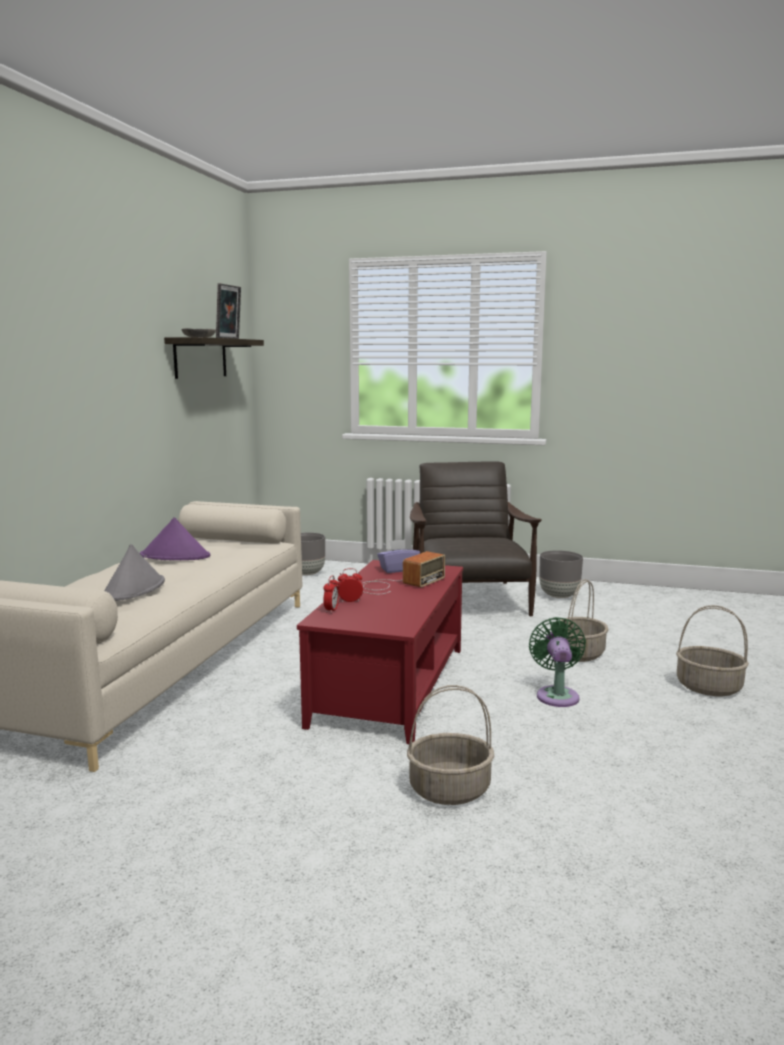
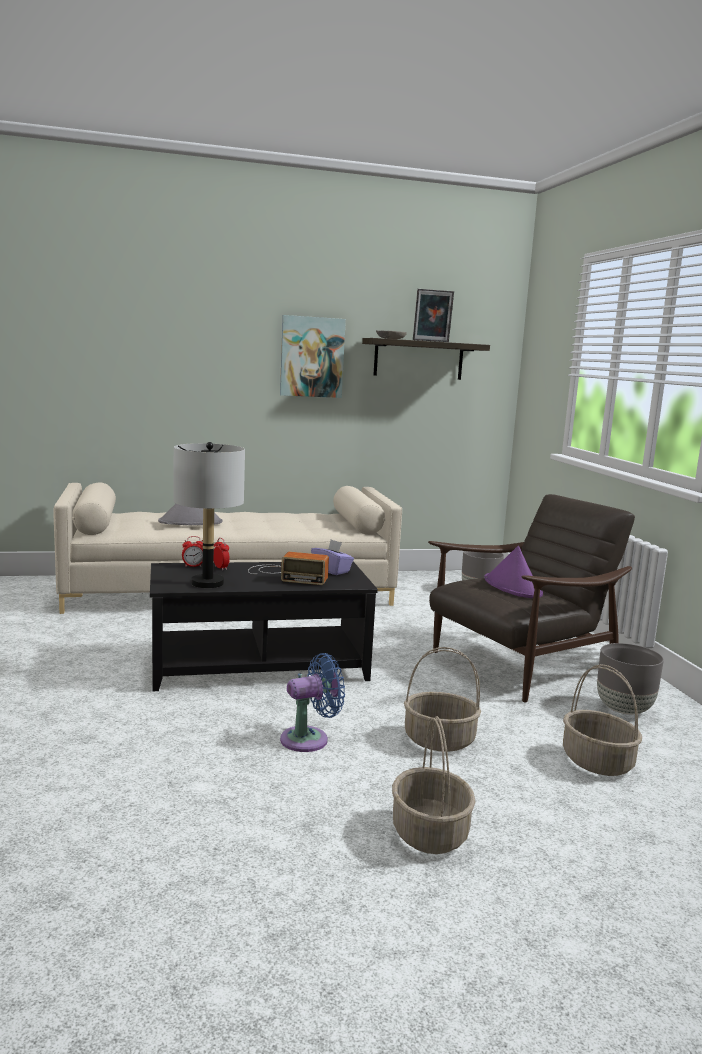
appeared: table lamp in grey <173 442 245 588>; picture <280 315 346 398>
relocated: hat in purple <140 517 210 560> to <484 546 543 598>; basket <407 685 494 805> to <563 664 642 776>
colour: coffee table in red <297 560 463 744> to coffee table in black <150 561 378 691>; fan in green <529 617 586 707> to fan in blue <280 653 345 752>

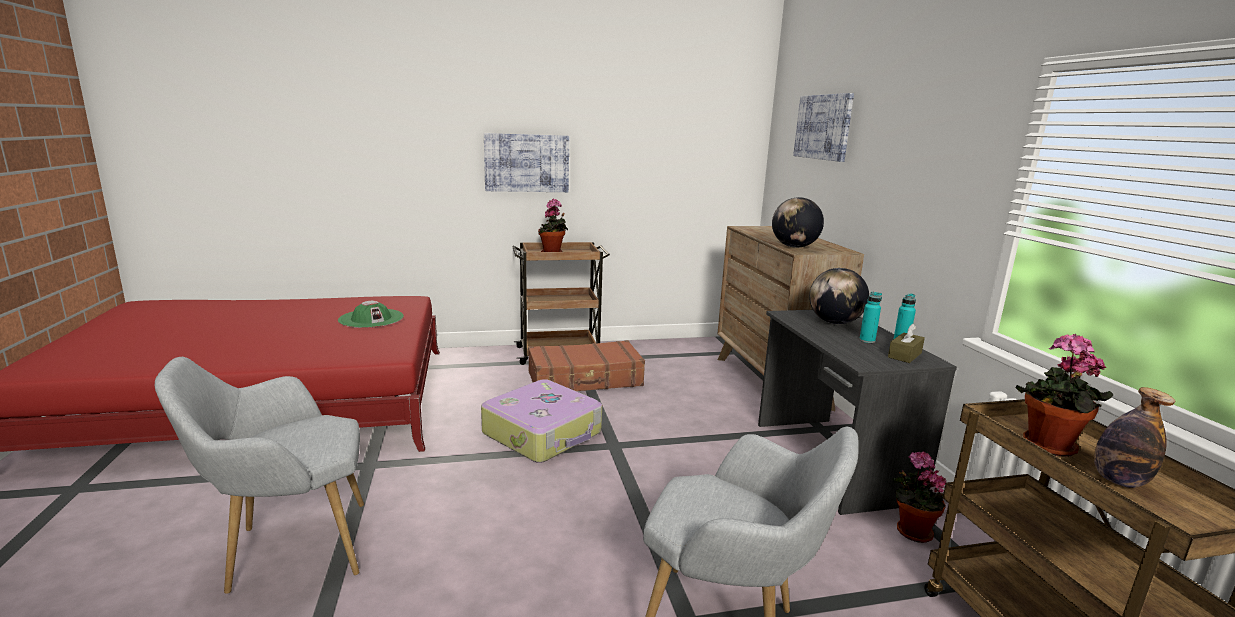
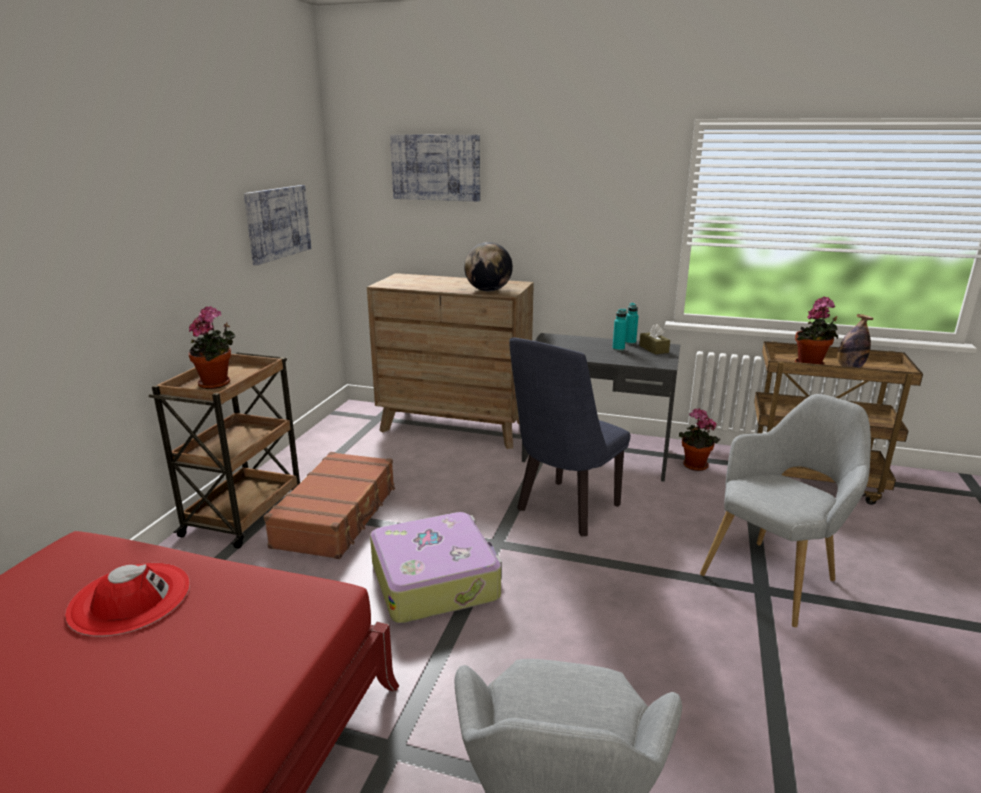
missing: globe <809 268 869 324>
appeared: chair in blue <509 337 630 536>
relocated: picture <484 133 569 192> to <244 185 311 265>
colour: hat in green <338 301 404 328> to hat in red <65 563 190 637>

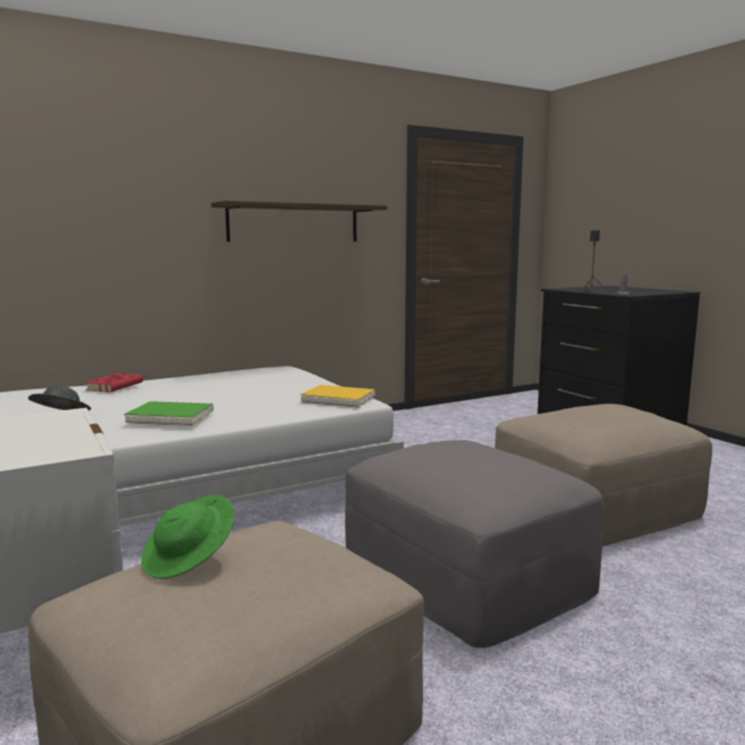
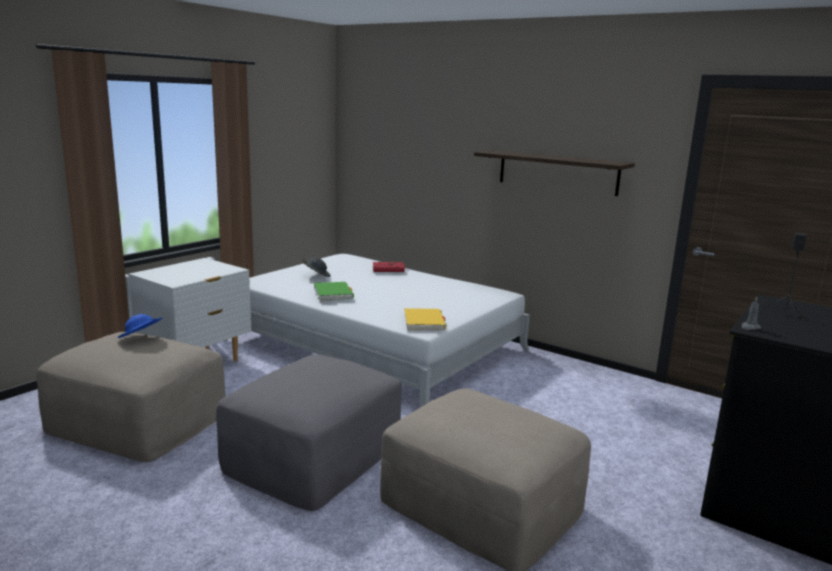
colour: hat in green <141 495 235 579> to hat in blue <118 314 163 338>

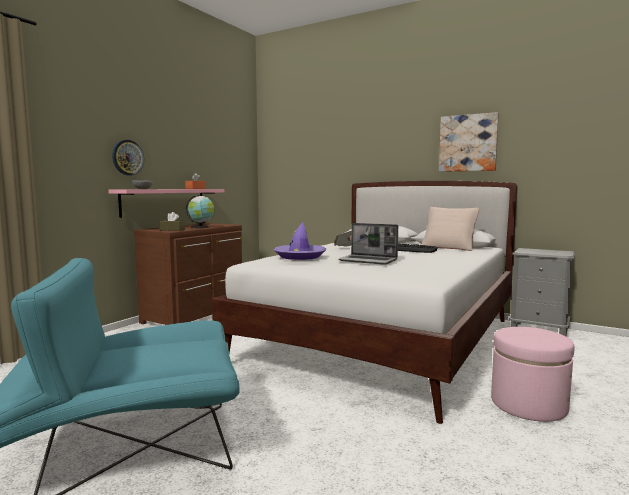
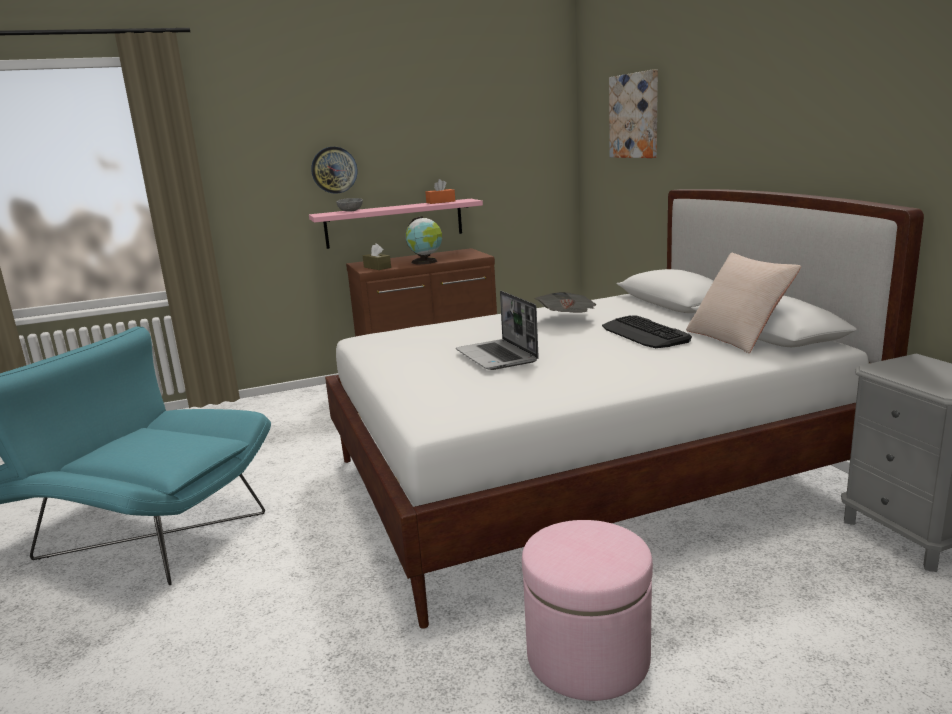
missing: hat in purple <274 222 326 260>
relocated: picture <439 112 499 172> to <609 69 658 158>

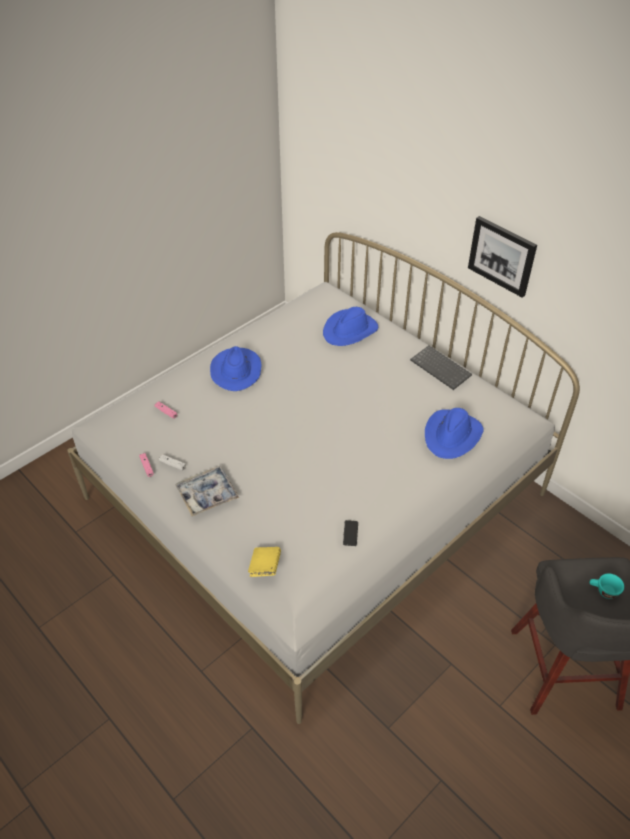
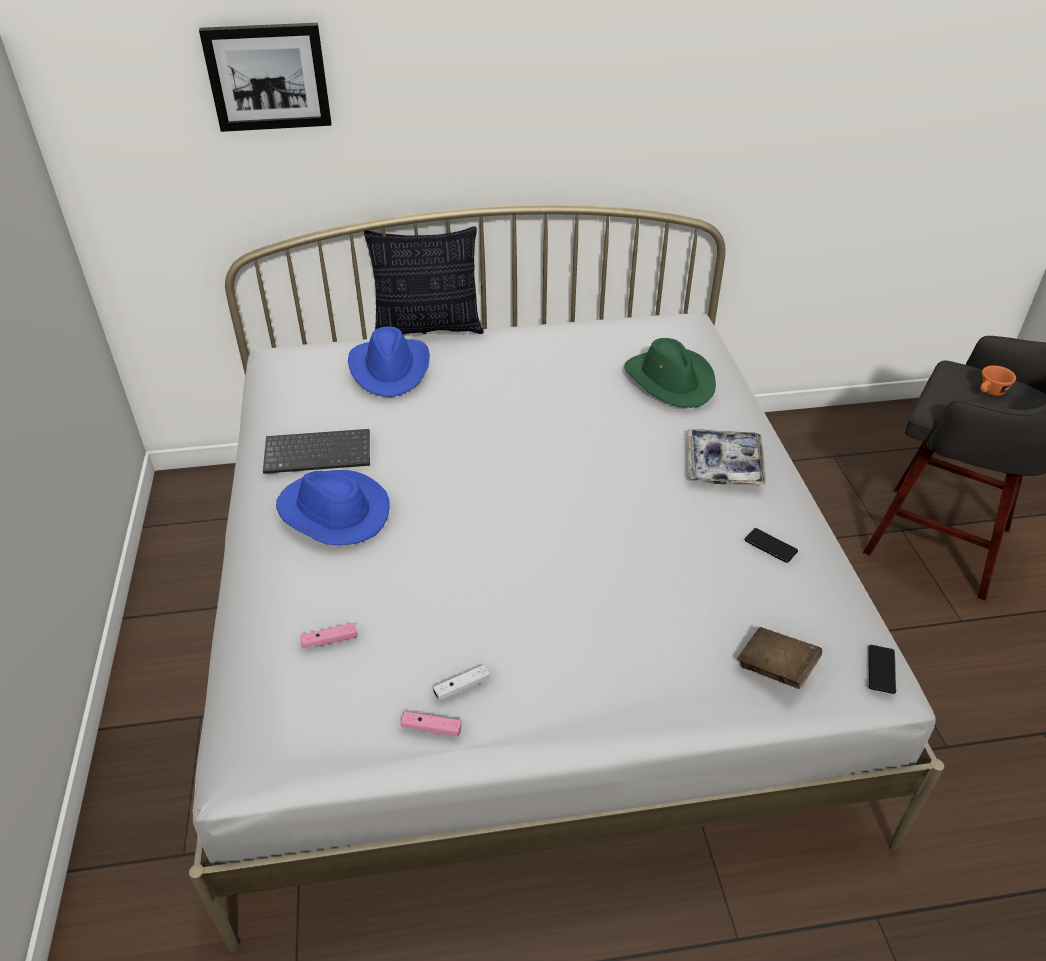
appeared: pillow <364 226 484 335>; phone <869 645 896 694>
relocated: tray <175 466 239 516> to <688 429 766 484>; keyboard <410 345 472 390> to <263 429 370 474>; picture <468 216 537 297> to <199 23 331 132>
colour: book in yellow <248 547 281 577> to book in brown <737 627 822 689>; hat in blue <425 408 484 459> to hat in green <624 338 716 408>; cup in turquoise <590 573 624 599> to cup in orange <980 365 1016 396>

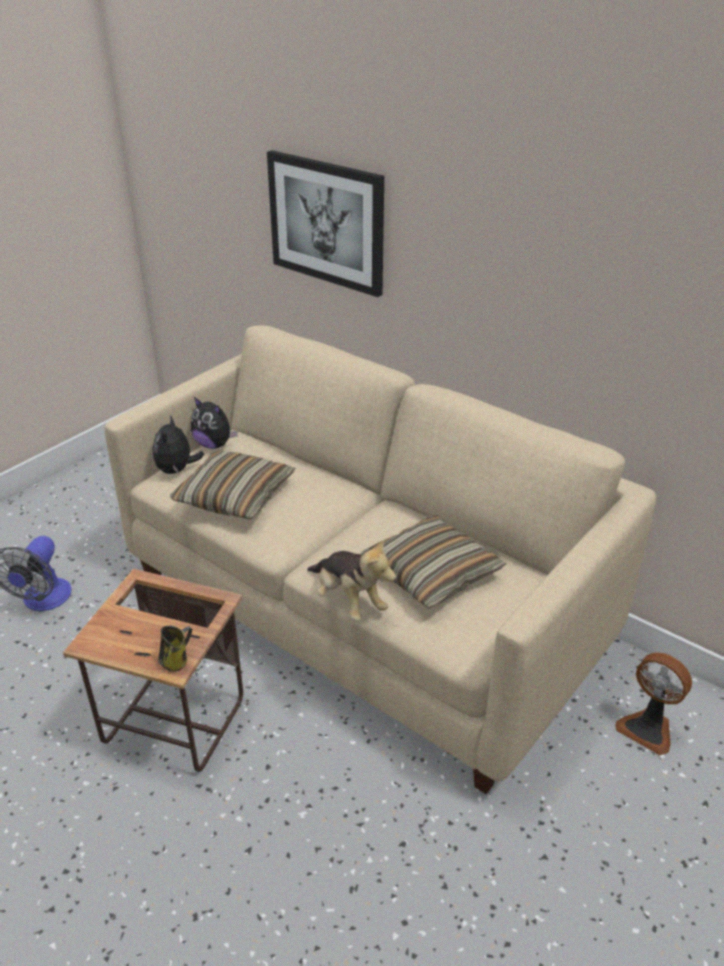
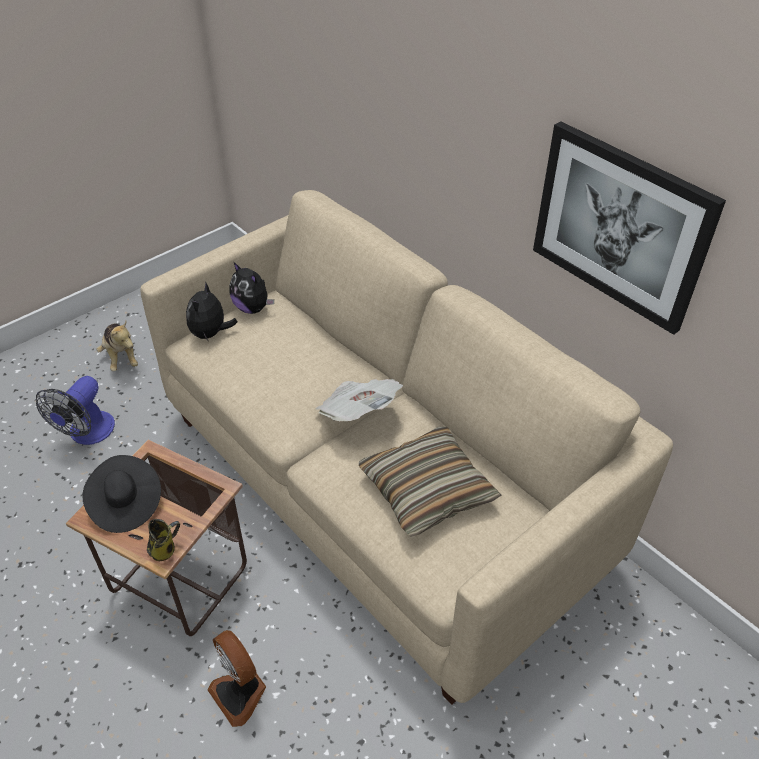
missing: pillow <169 450 295 519>
appeared: hat in black <82 455 161 533>; newspaper <316 379 403 421>
relocated: picture <267 150 384 297> to <533 121 726 335>; plush toy <307 540 396 621> to <97 321 138 371>; fan <615 653 692 755> to <208 630 266 727>

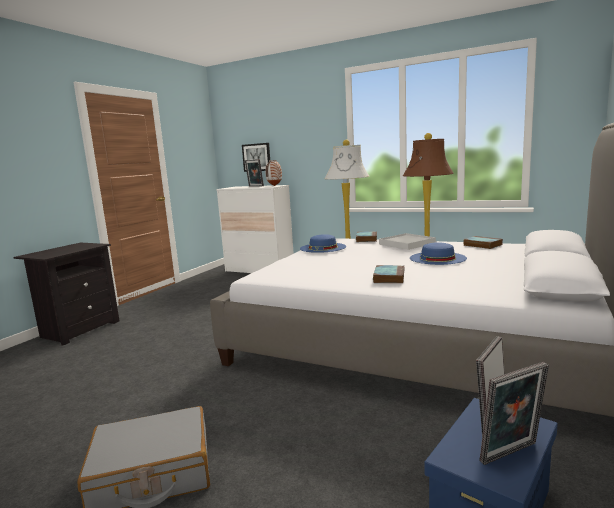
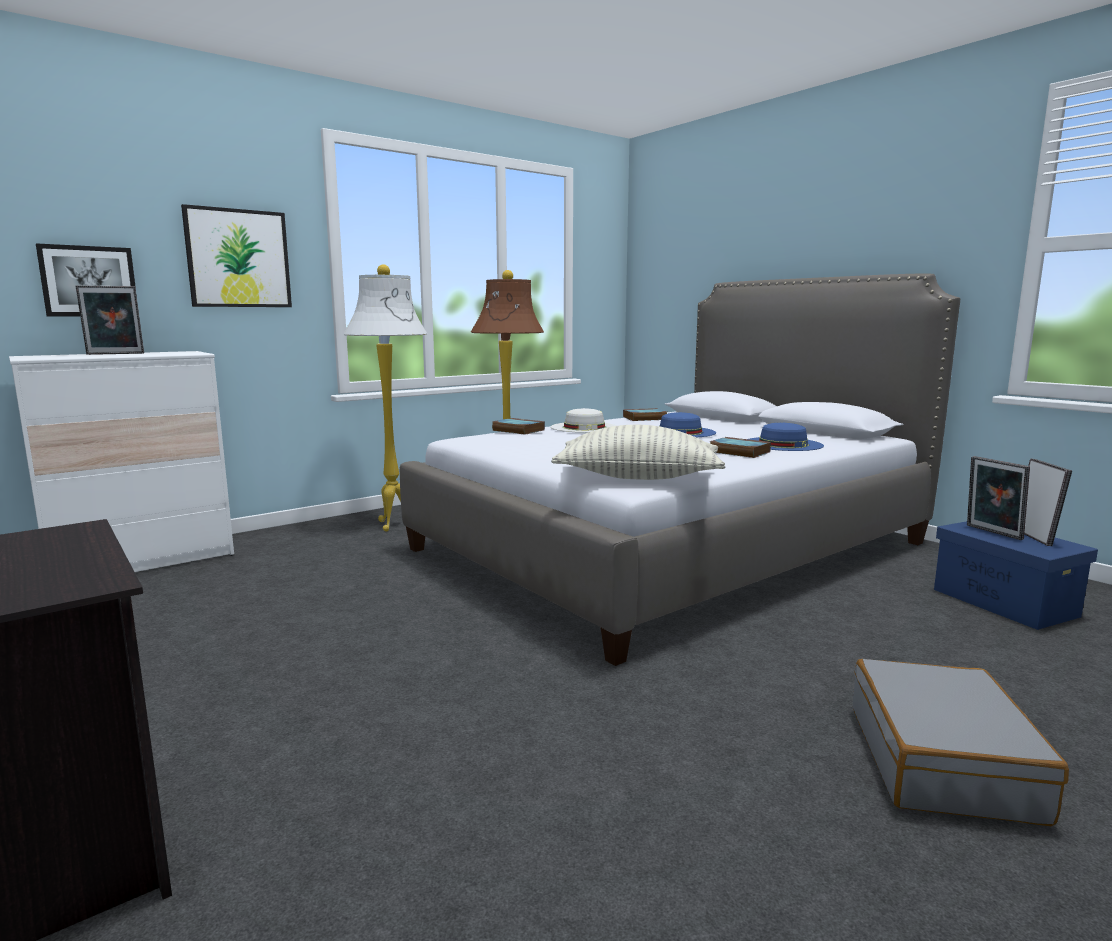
missing: vase <265 160 282 186>
appeared: picture <181 204 292 307>; pillow <551 425 725 480>
relocated: hat in blue <300 234 346 253> to <749 423 824 451>
exchanged: tray in white <379 233 436 250> to hat in white <551 408 617 433>

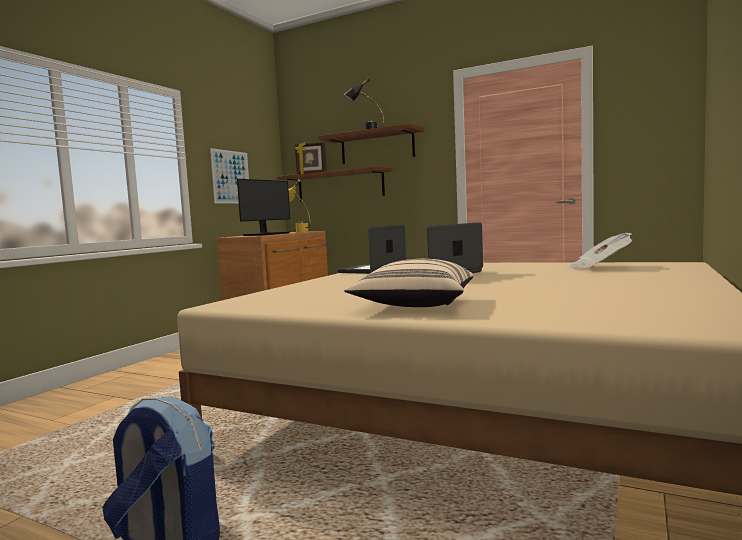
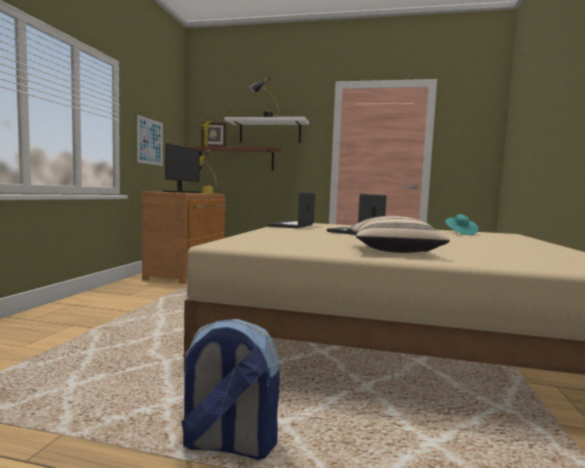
exchanged: newspaper <567 233 632 269> to hat in turquoise <445 214 478 235>
colour: shelf in brown <318 123 424 164> to shelf in white <225 117 309 143>

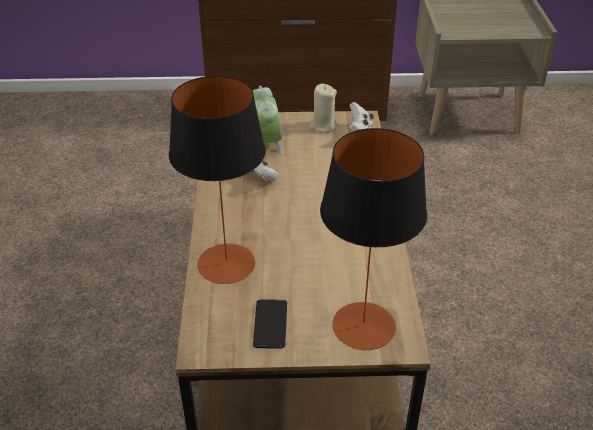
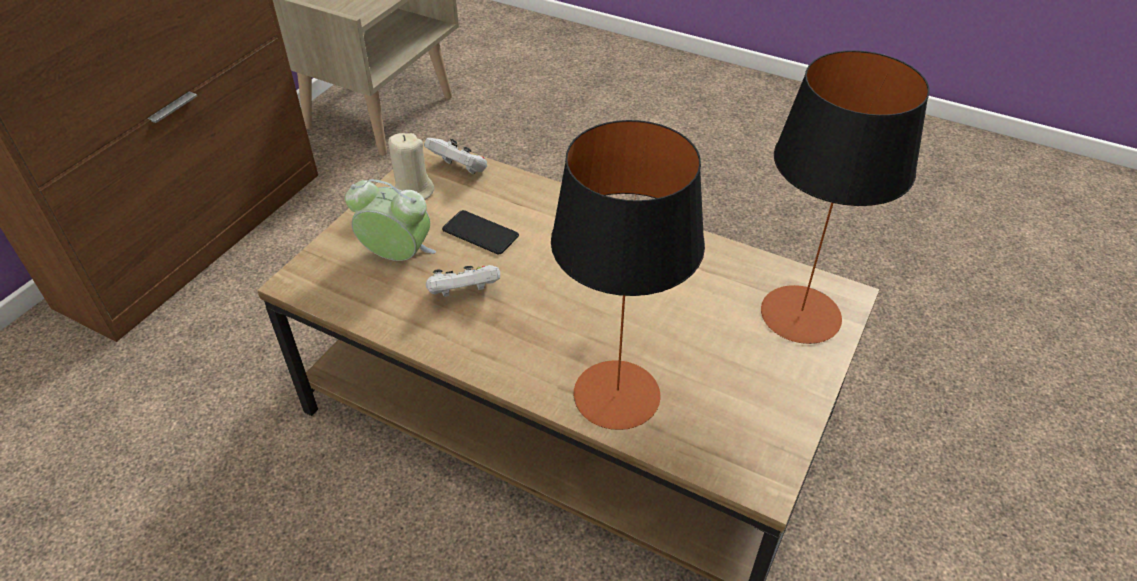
relocated: phone <253 299 287 349> to <442 210 519 254>

